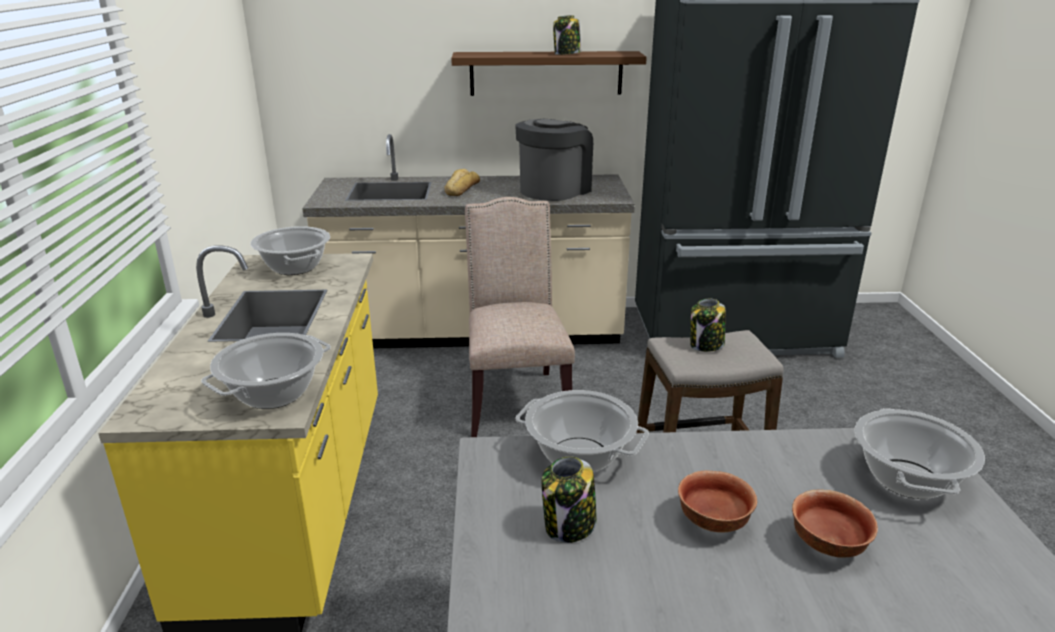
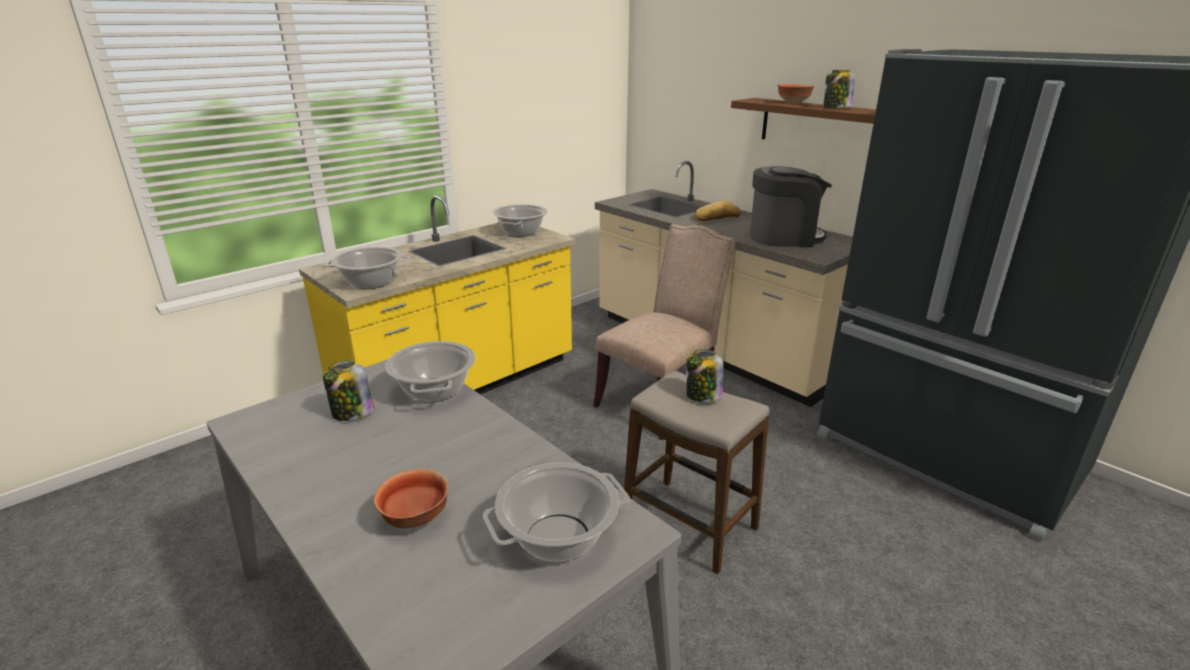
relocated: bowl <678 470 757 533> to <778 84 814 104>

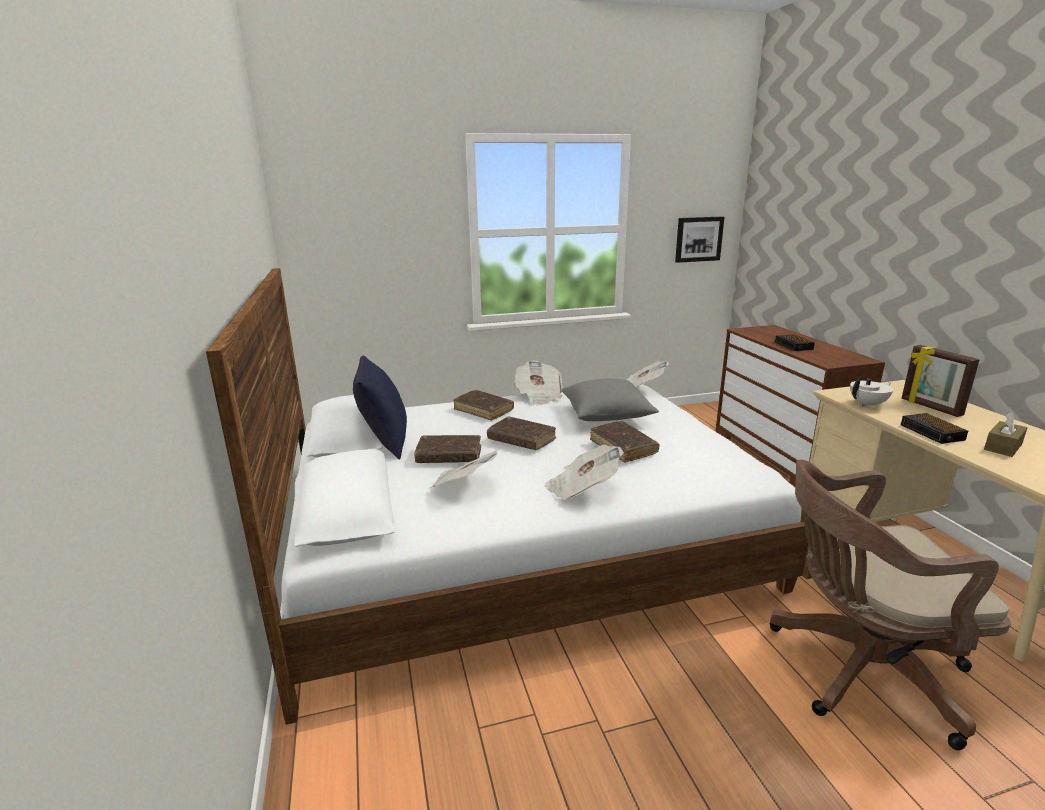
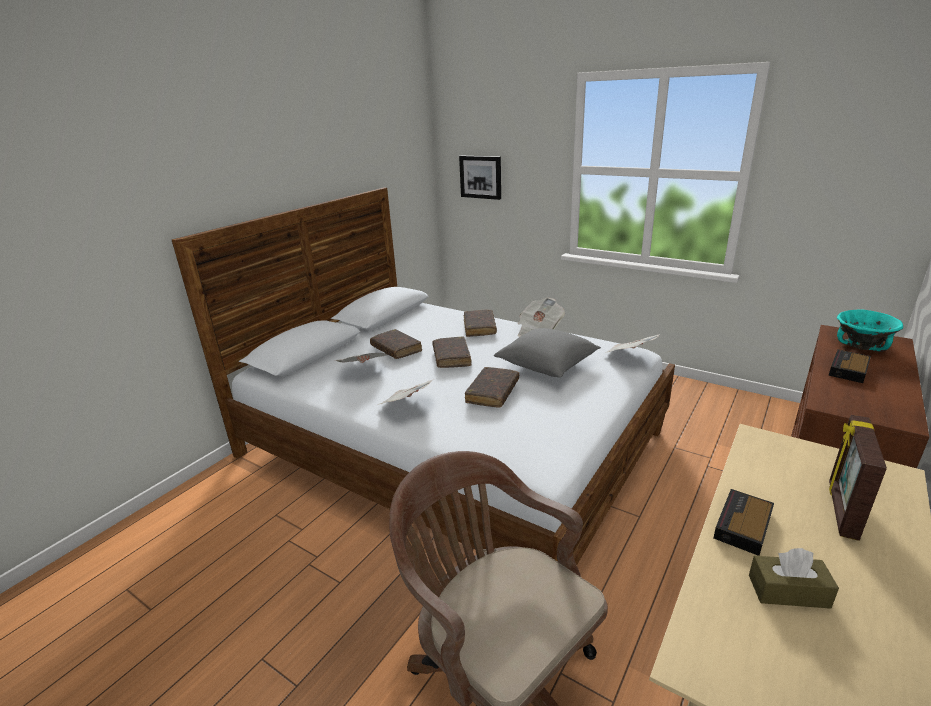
missing: pillow in blue <353 356 407 460>; teapot in white <850 376 893 408>
appeared: bowl in turquoise <837 310 903 352>
relocated: picture <675 217 724 263> to <459 156 501 200>

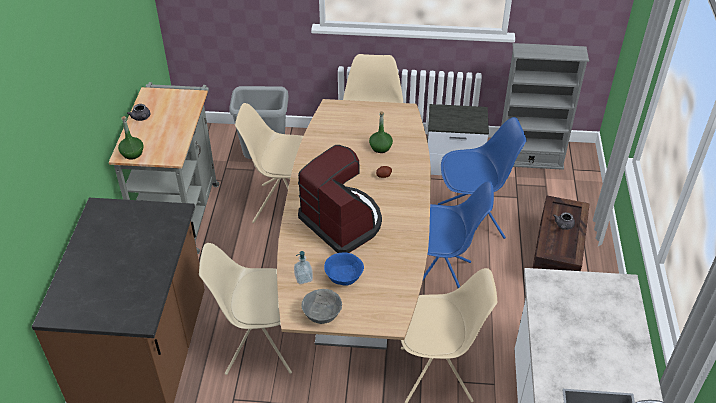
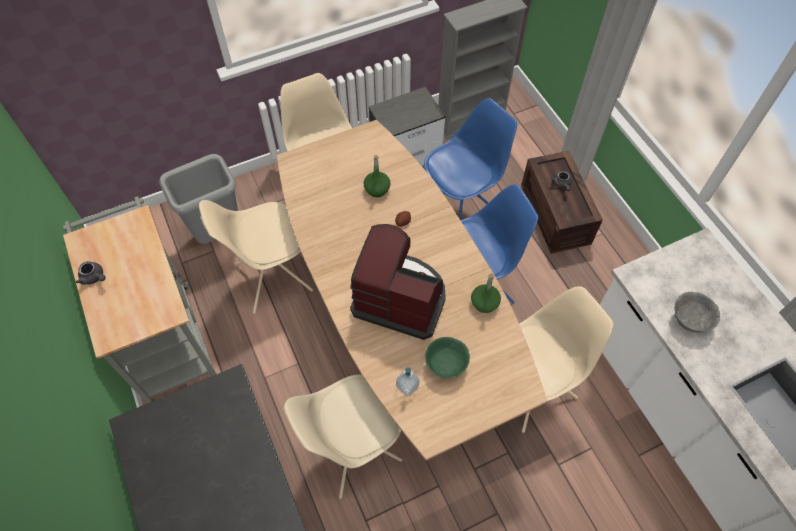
relocated: bottle in green <118 116 144 160> to <471 273 501 313>; bowl in grey <302 289 342 324> to <674 292 720 332>
colour: bowl in blue <324 252 364 286> to bowl in green <425 337 470 378>

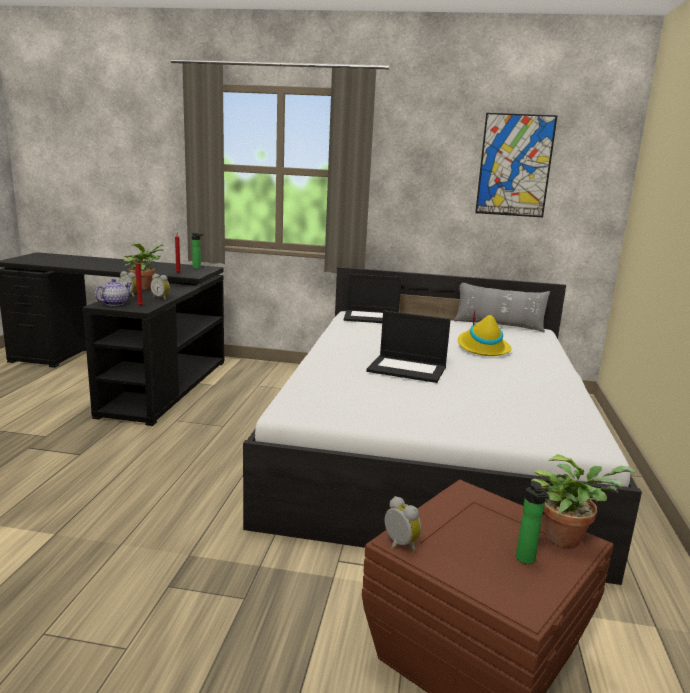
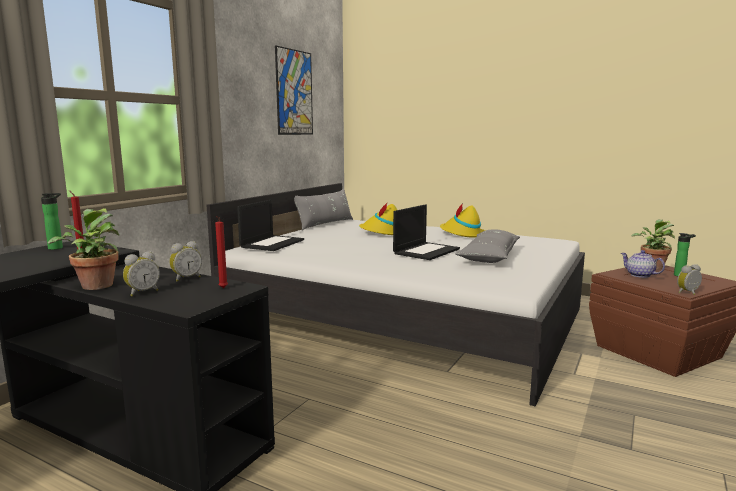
appeared: hat in yellow <440 203 485 238>; pillow in grey <455 229 520 263>
relocated: teapot <94 279 132 306> to <621 250 665 278>

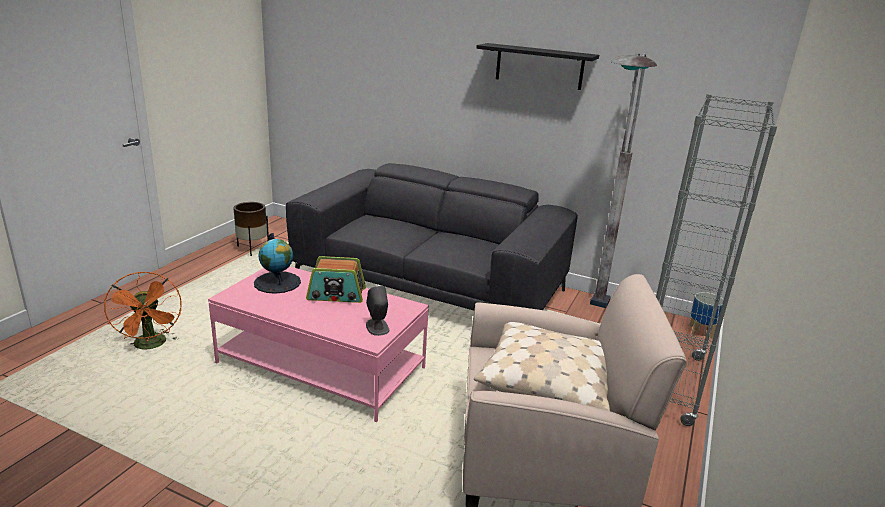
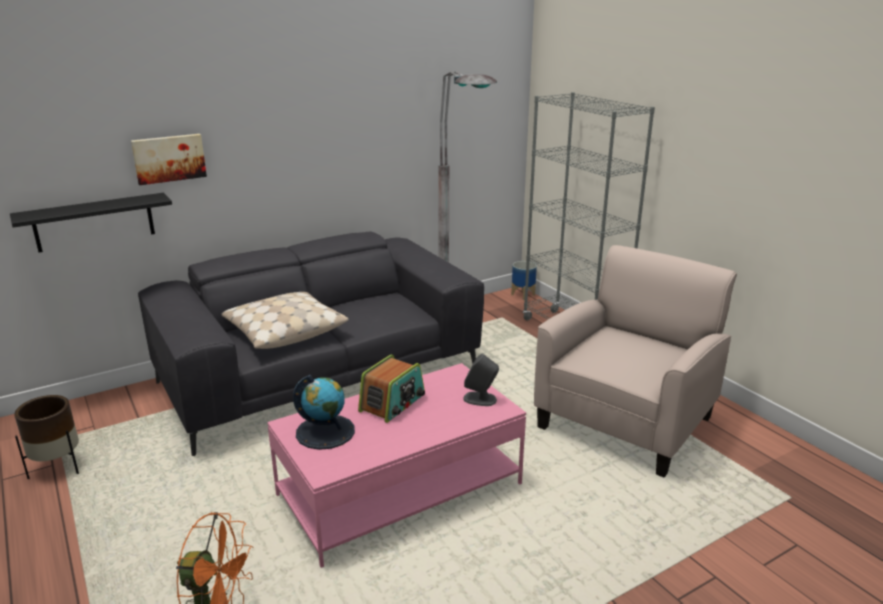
appeared: picture <131 134 207 185>
relocated: pillow in beige <474 322 610 411> to <221 292 349 349>; shelf in black <476 43 599 90> to <10 193 172 253>

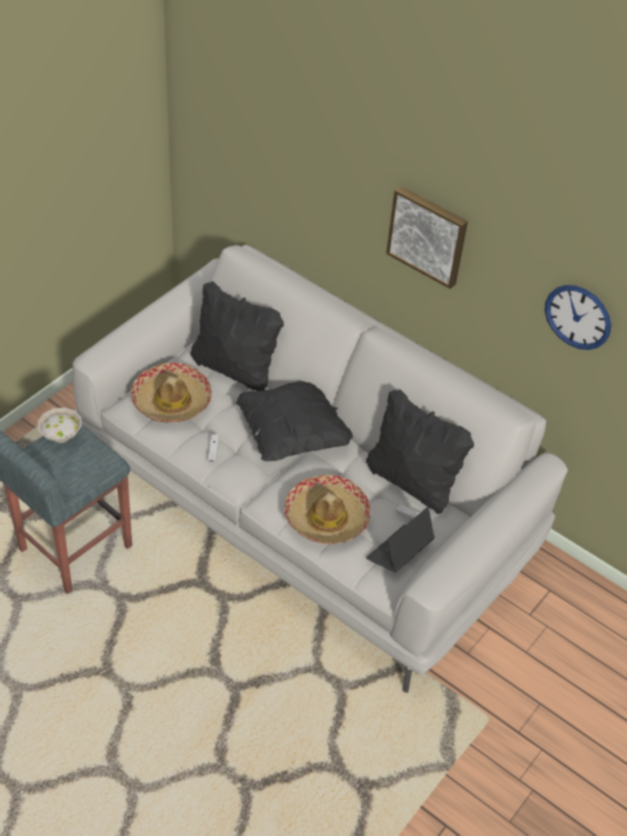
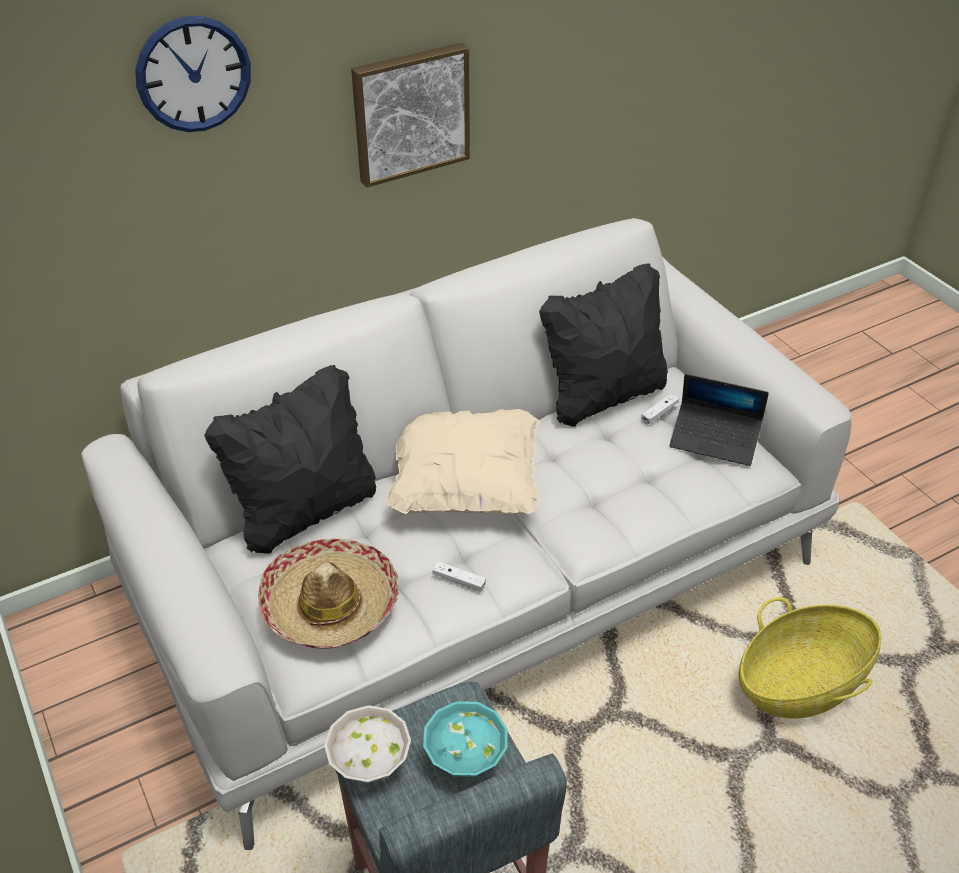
missing: hat <284 475 371 544>
appeared: bowl in turquoise <423 701 508 777>; basket <739 597 882 719>
relocated: wall clock <545 285 611 350> to <135 16 251 132>
colour: pillow in black <236 381 353 461> to pillow in beige <386 409 540 514>
spun: laptop <366 507 435 573> = <670 374 769 466> 45 degrees counterclockwise

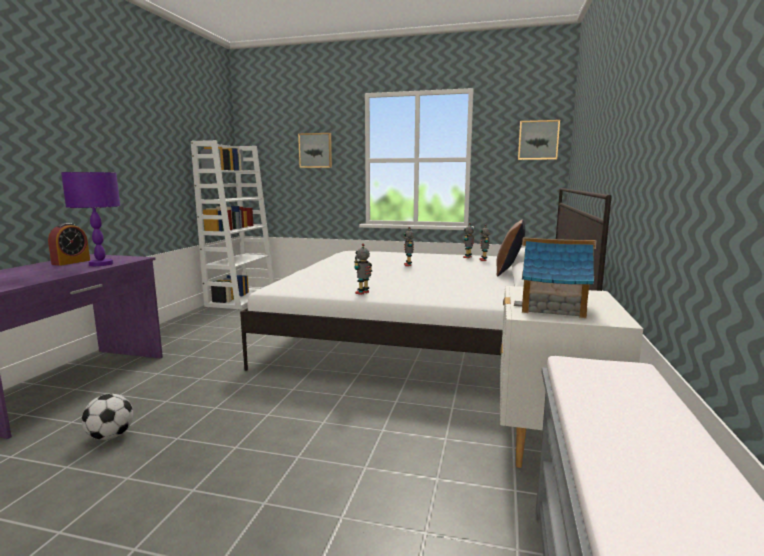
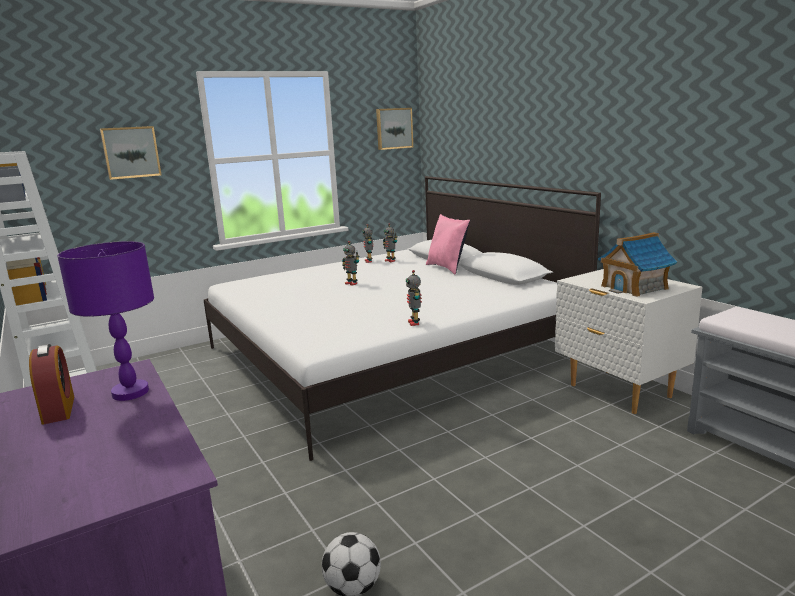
colour: pillow in brown <496 219 525 277> to pillow in pink <426 214 470 275>

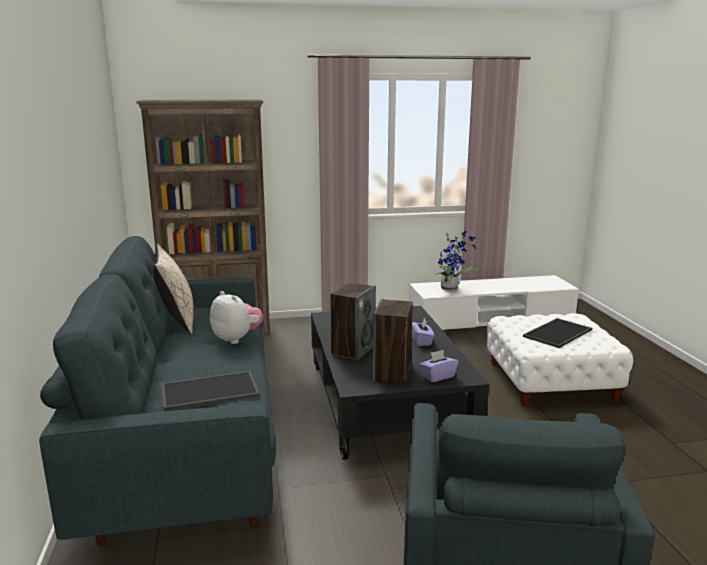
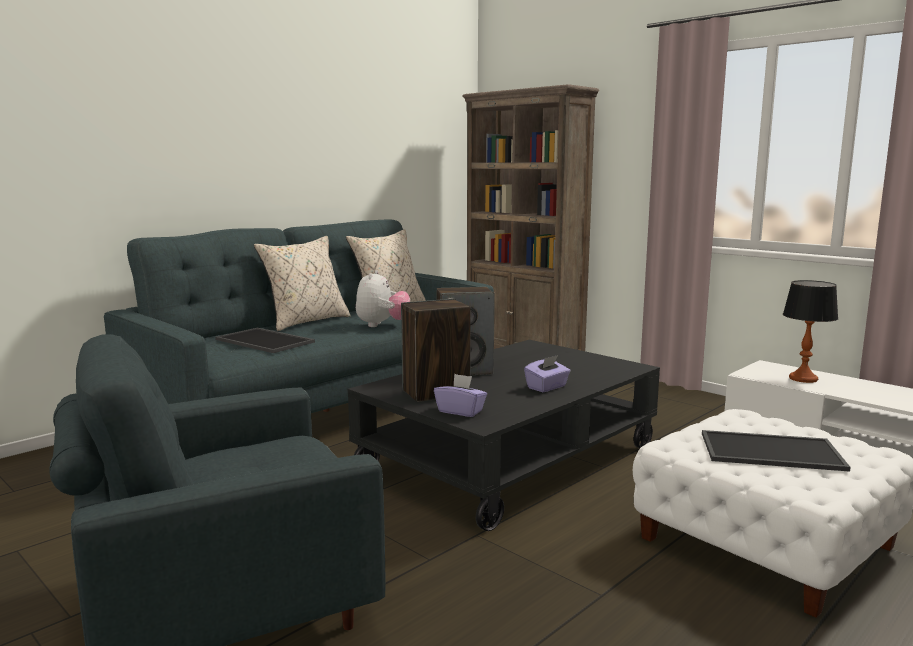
appeared: pillow in beige <254 236 351 331>
exchanged: potted plant <435 231 478 291> to table lamp <783 280 838 383>

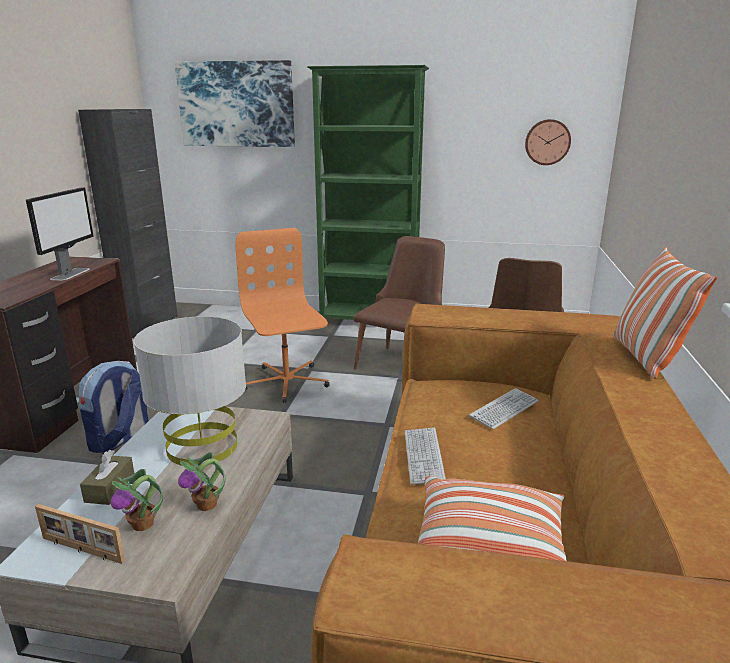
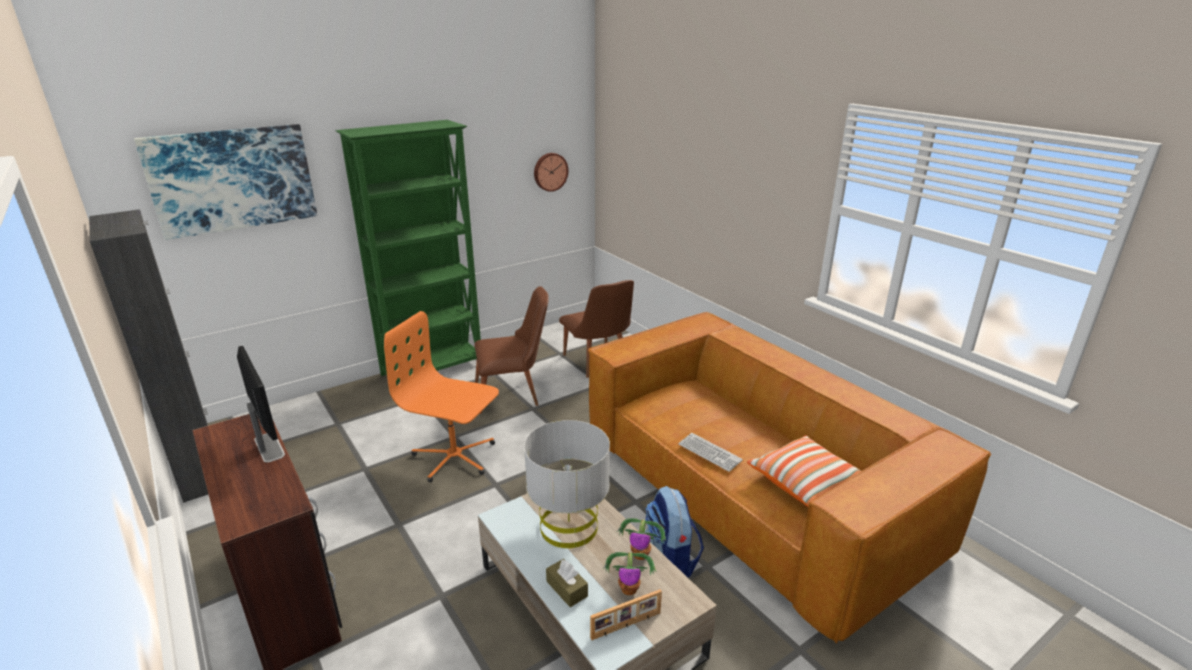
missing: keyboard <469 388 539 429>; pillow <613 247 717 379>
relocated: backpack <79 361 149 454> to <645 486 704 578>
spun: chair in brown <353 236 445 369> = <474 286 549 414> 90 degrees clockwise

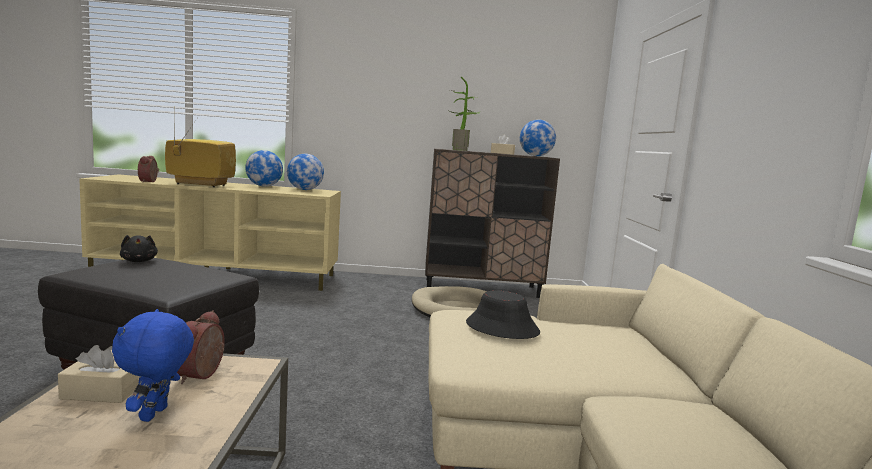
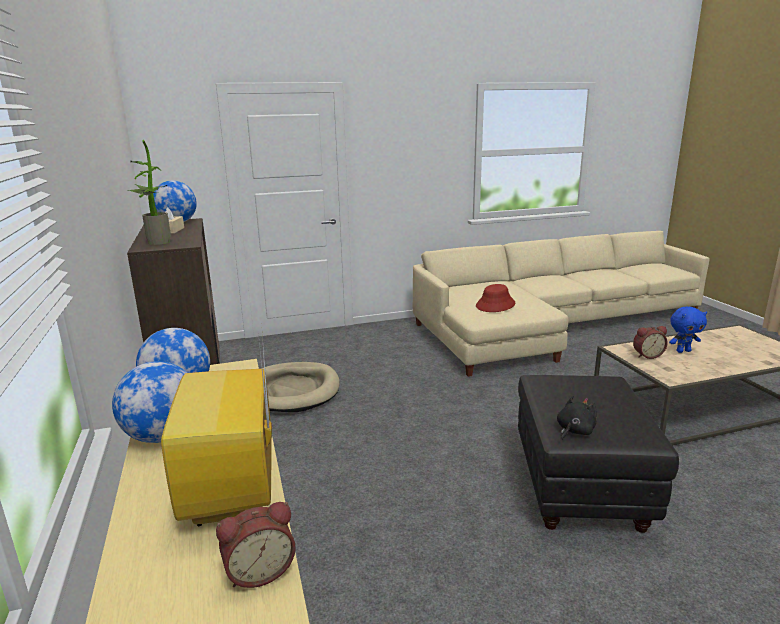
missing: tissue box in beige <58 345 139 403>
colour: hat in black <466 291 540 339> to hat in red <476 284 515 312>

